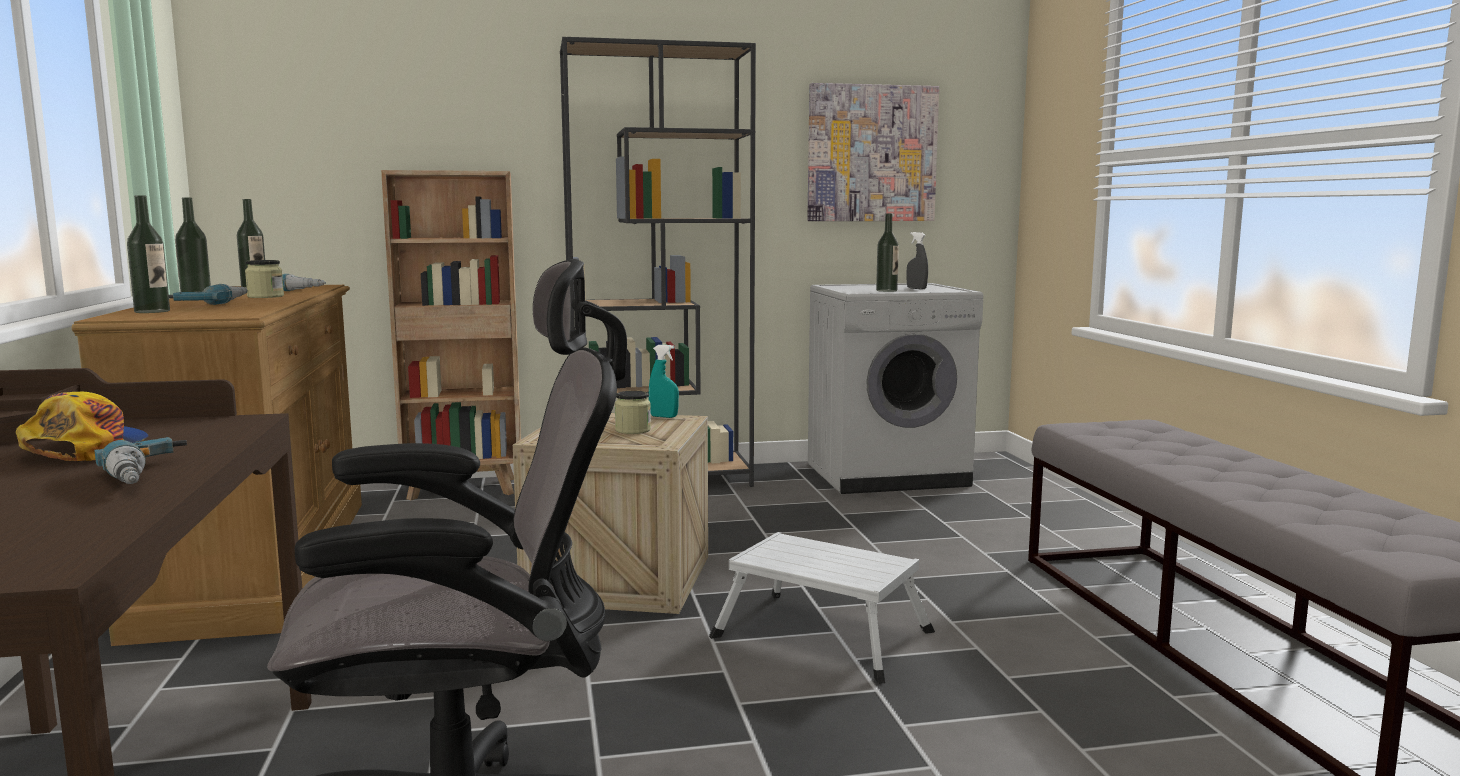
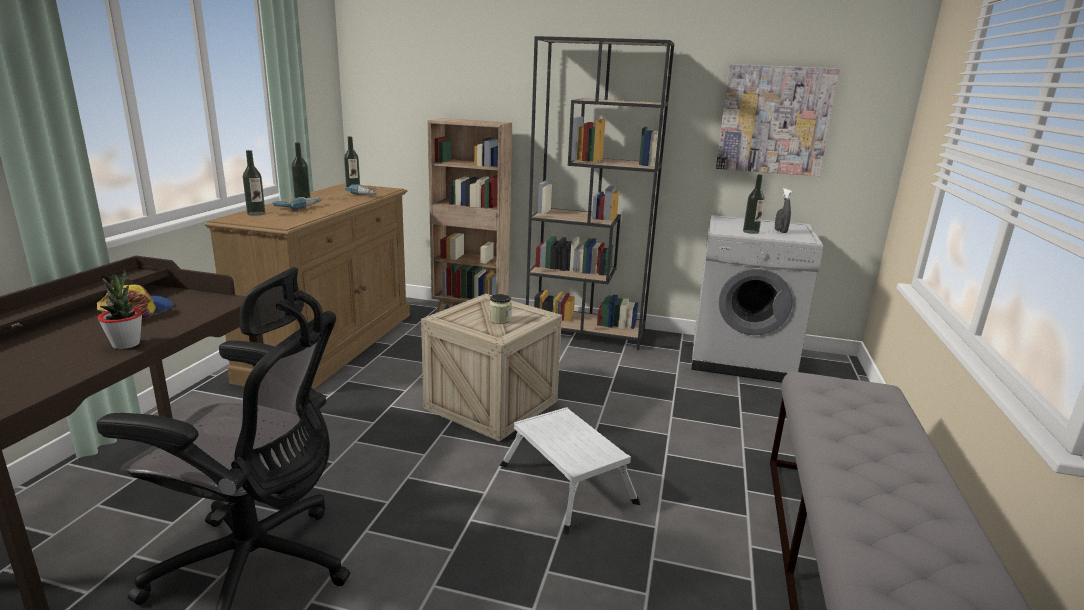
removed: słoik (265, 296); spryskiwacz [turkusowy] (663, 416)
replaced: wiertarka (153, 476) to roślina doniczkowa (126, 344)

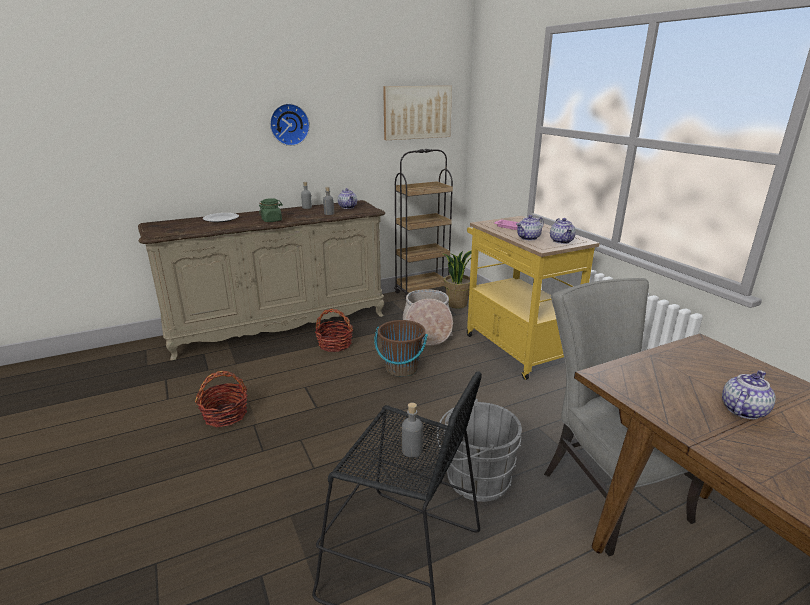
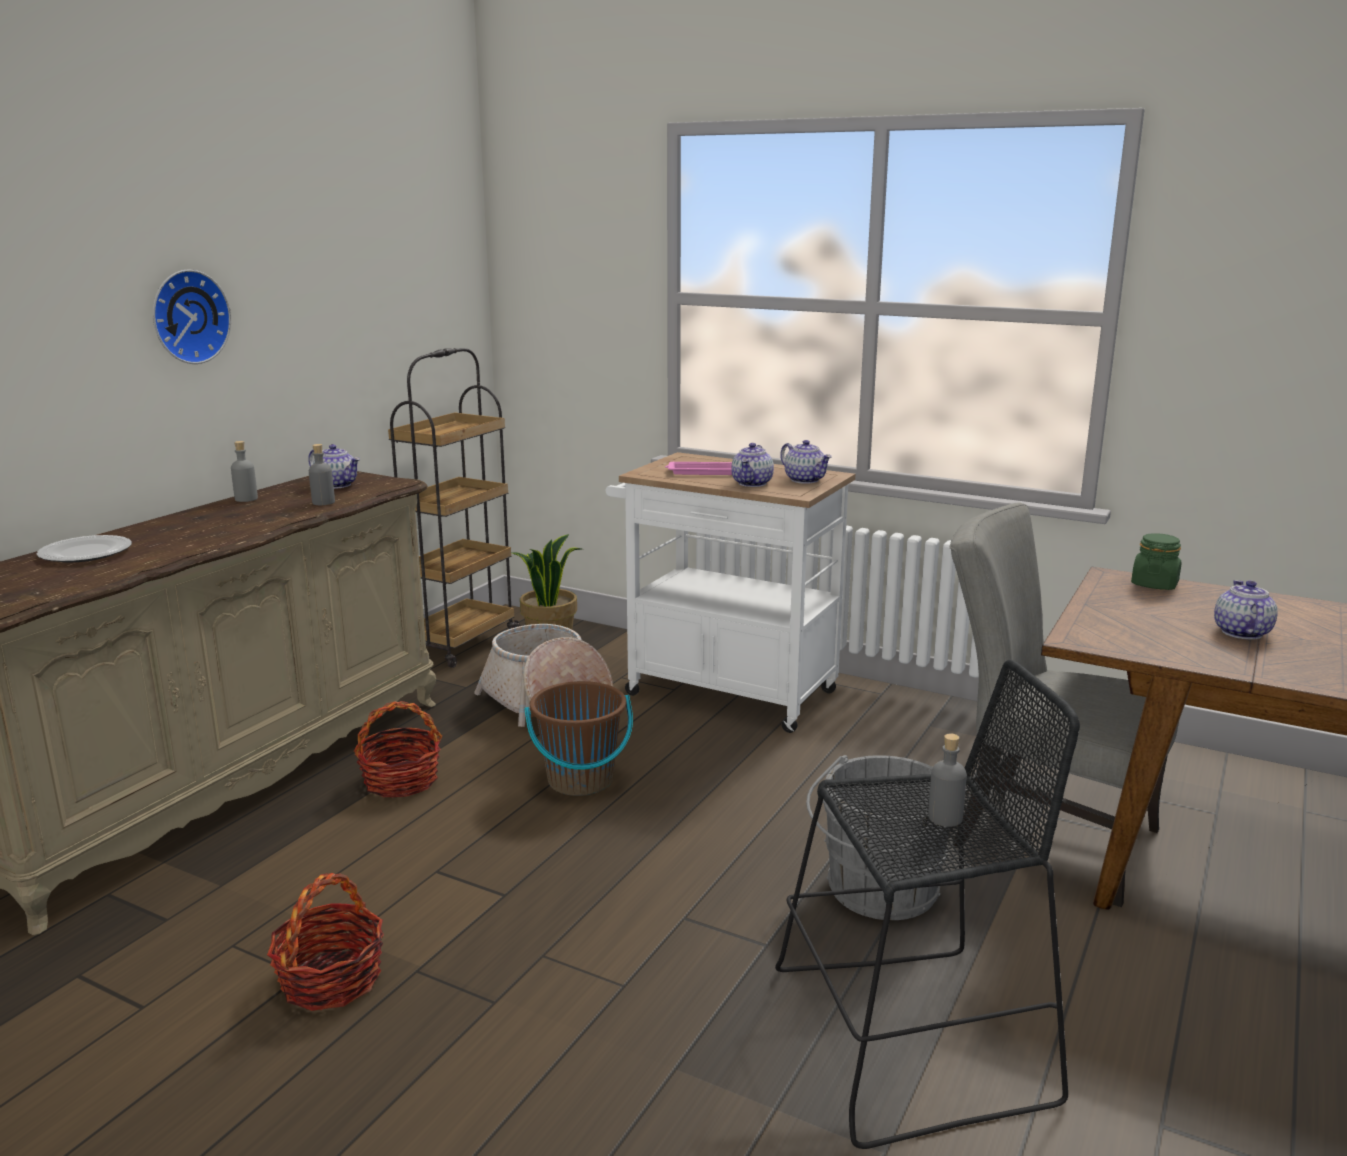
removed: obraz (417, 112)
moved: słoik [zielony] (272, 220) to (1154, 584)
recoloured: wózek [żółty] (515, 348) to wózek [biały] (725, 692)

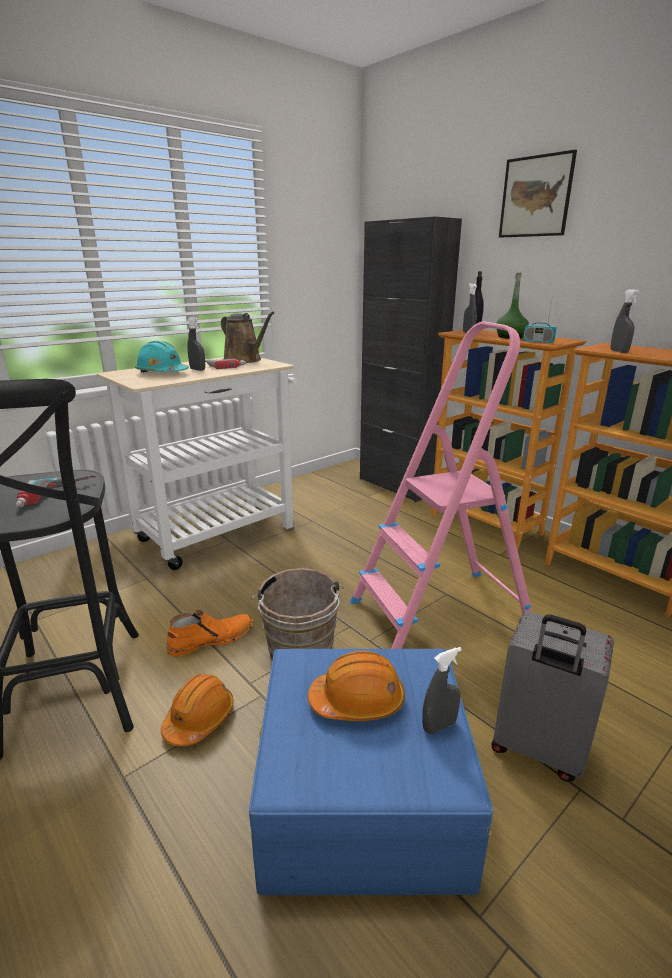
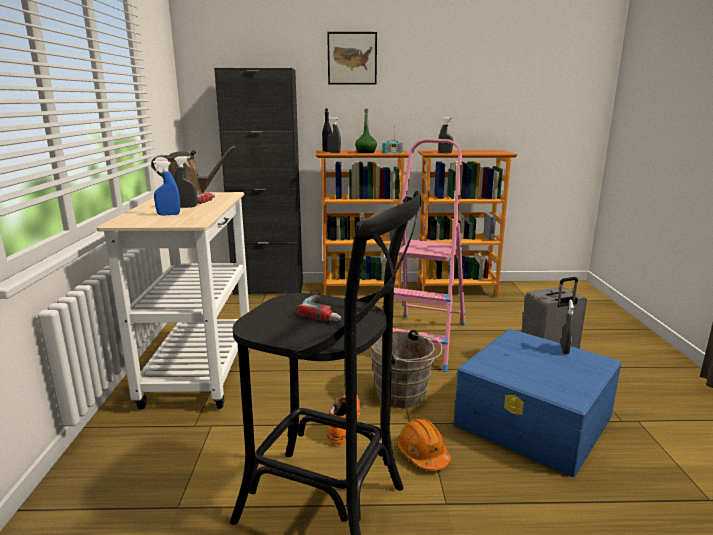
removed: kask [pomarańczowy] (358, 701)
replaced: kask [turkusowy] (162, 373) to spryskiwacz [niebieski] (168, 214)

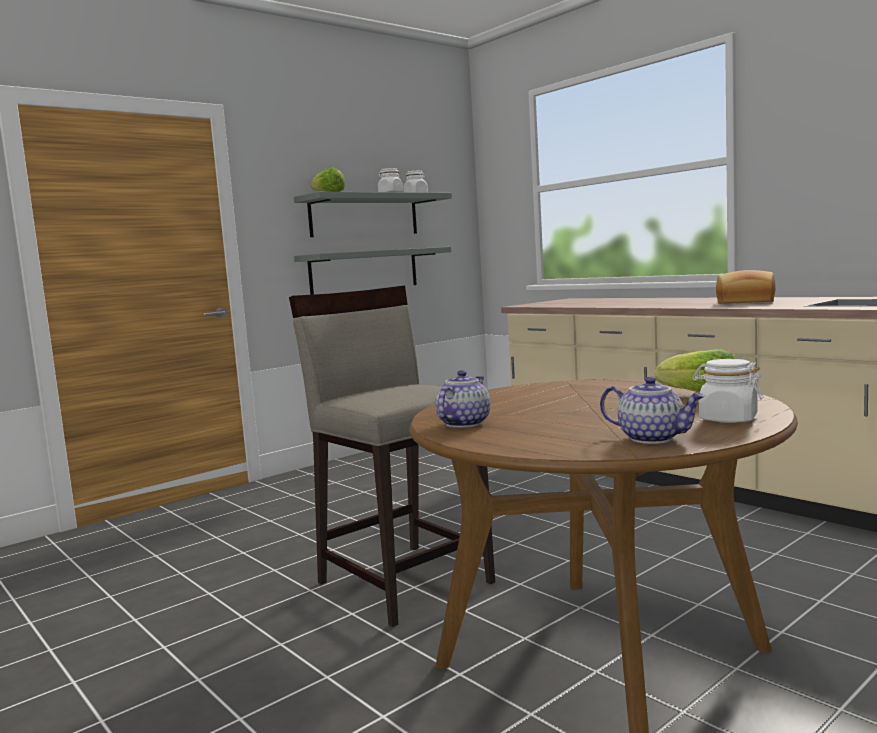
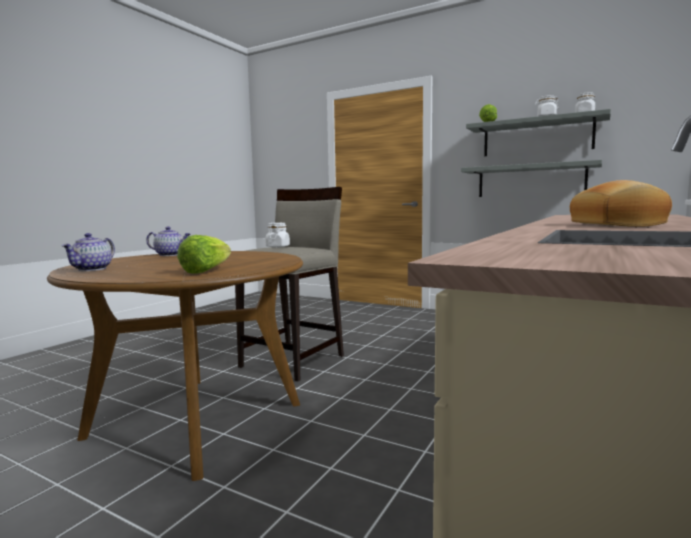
moved: słoik [biały] (727, 419) to (278, 247)

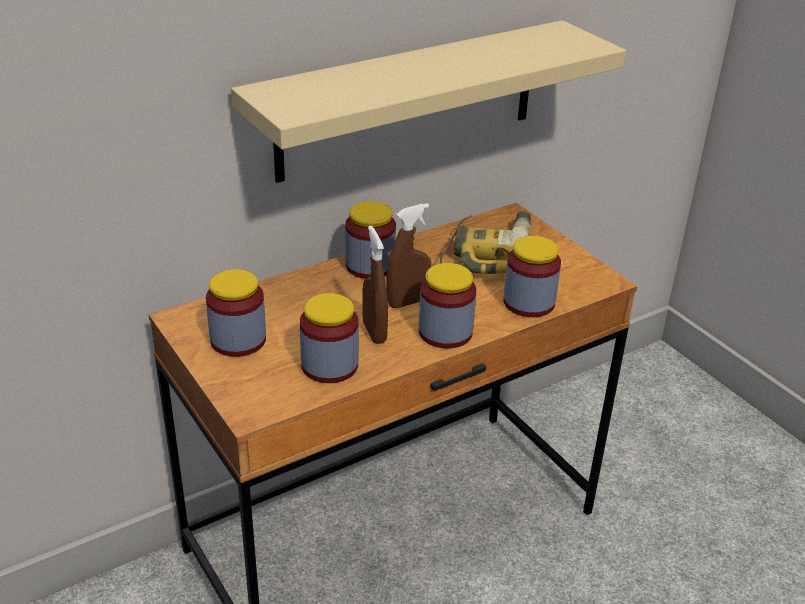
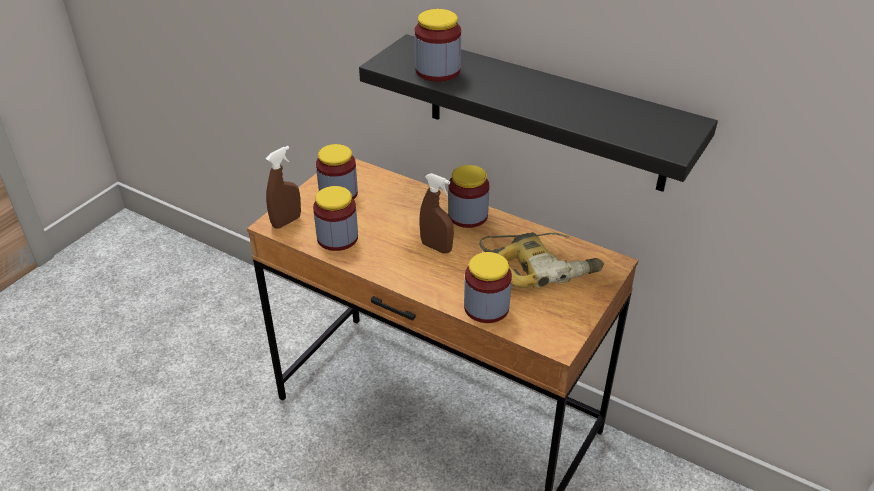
moved: spryskiwacz [brązowy] (374, 332) to (286, 221); słoik (445, 332) to (437, 71)
recoloured: półka [beżowy] (409, 100) to półka [czarny] (545, 113)

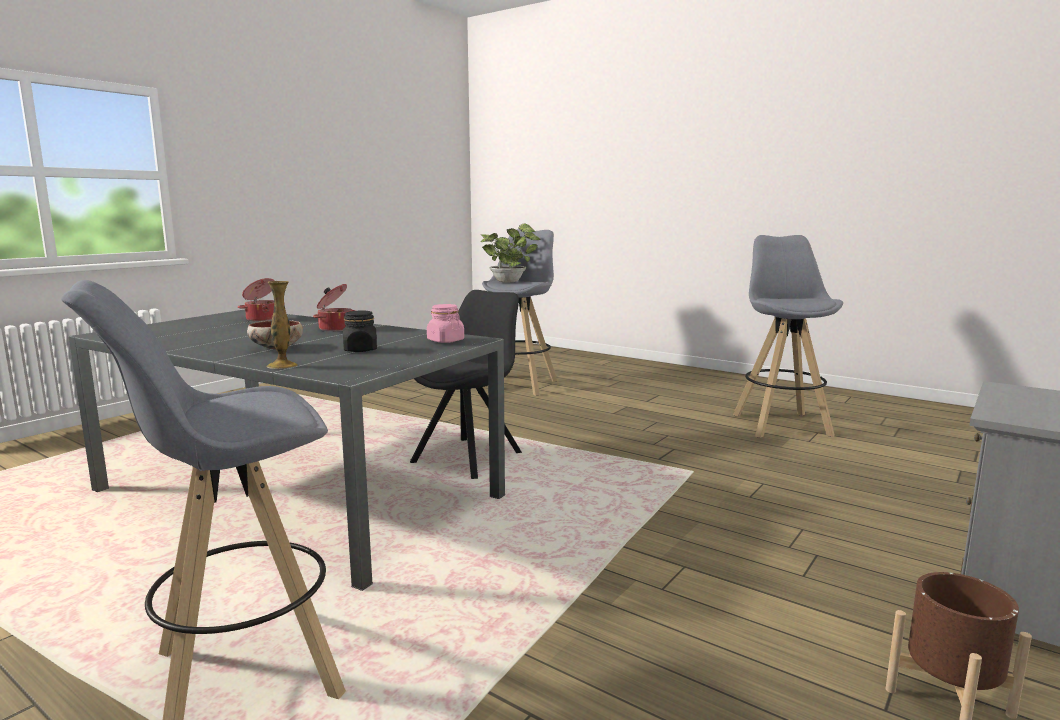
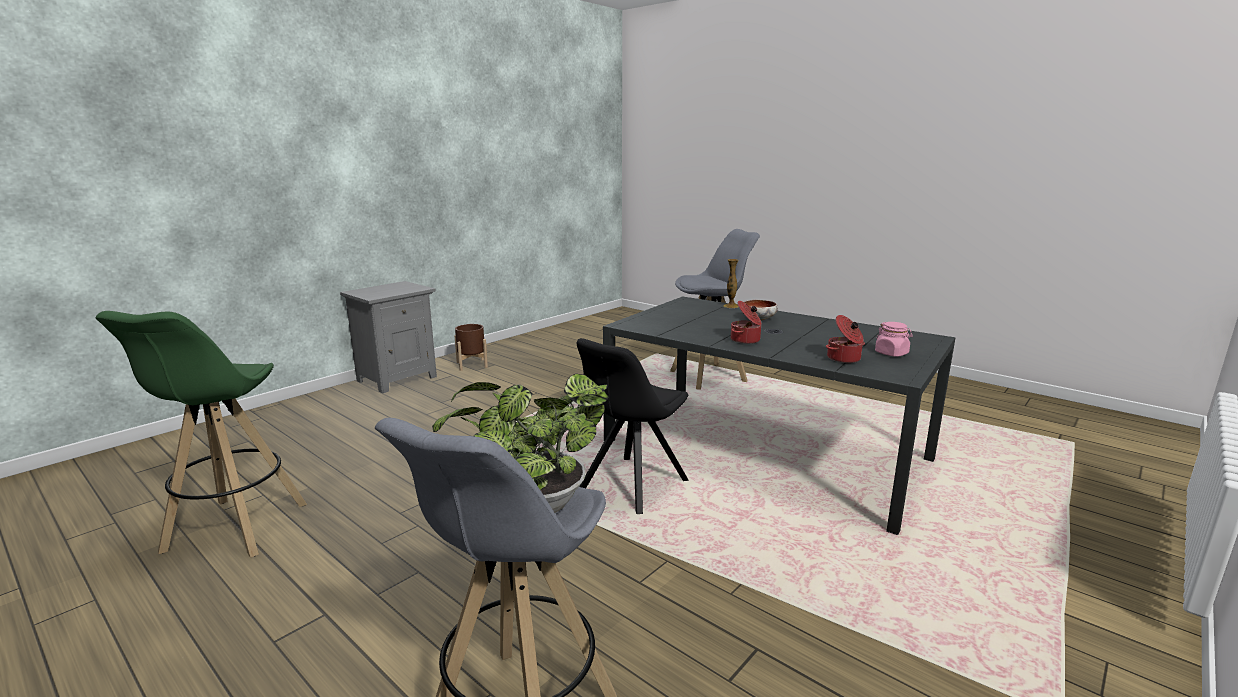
removed: słoik [czarny] (360, 350)
moved: słoik [różowy] (445, 341) to (891, 353)
recoloured: stołek [szary] (780, 424) to stołek [zielony] (233, 529)

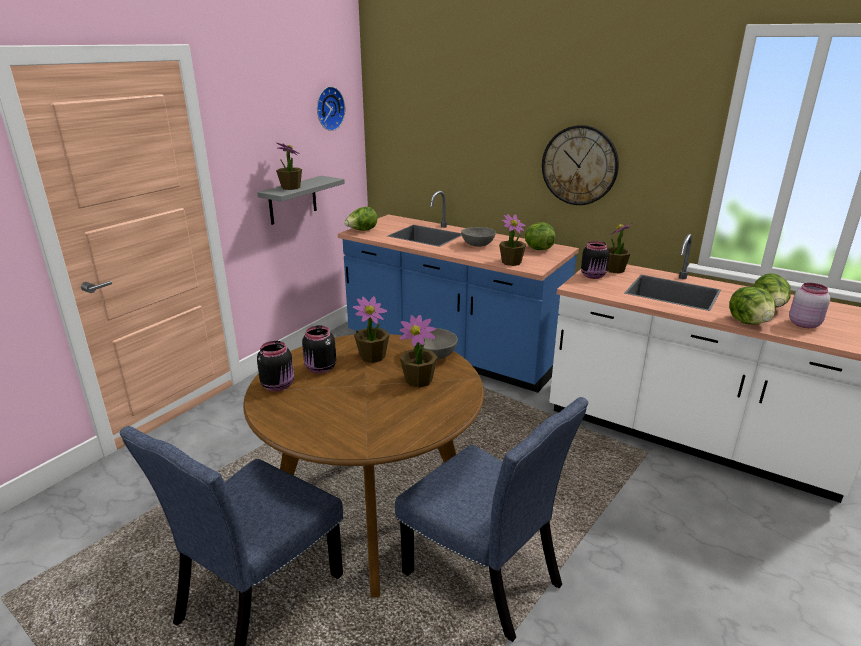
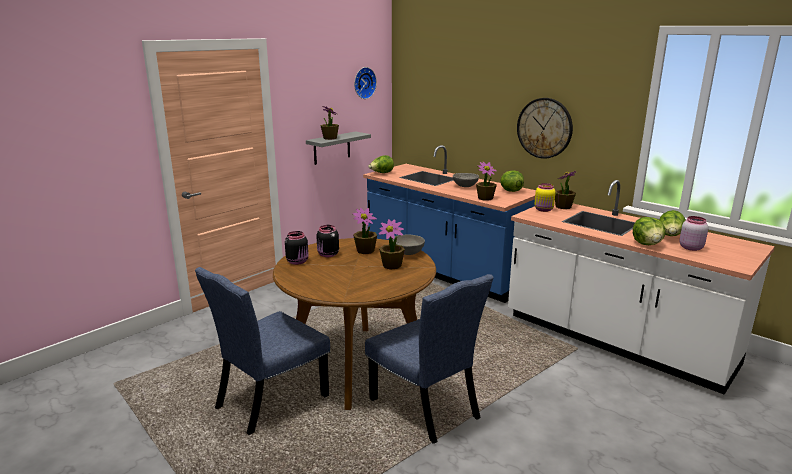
recoloured: słoik [czarny] (593, 276) to słoik [żółty] (544, 210)

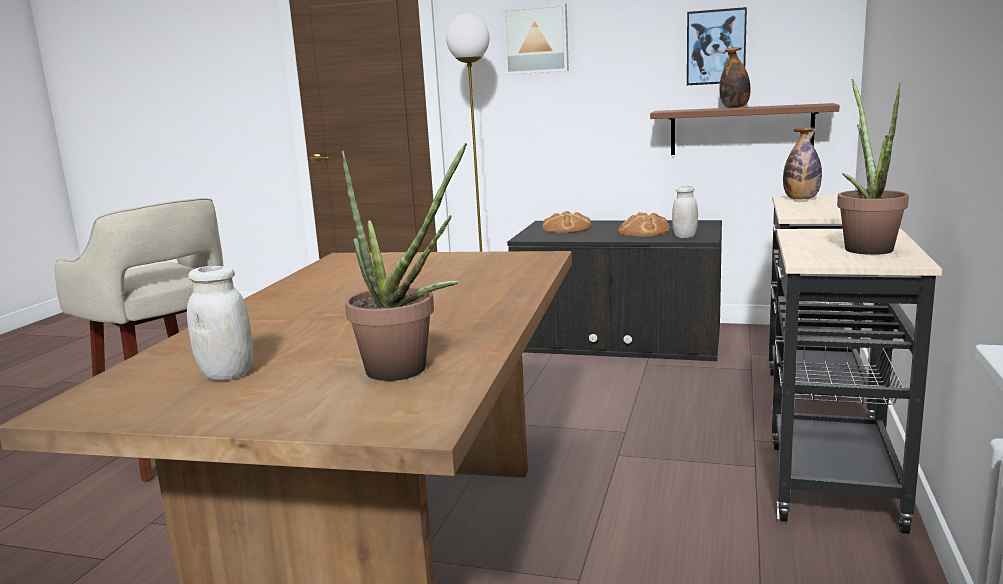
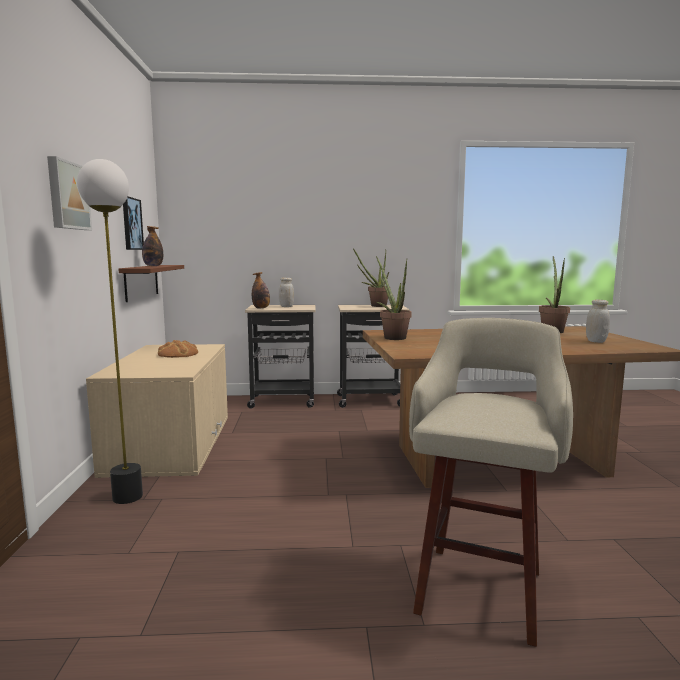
removed: chleb (566, 229)
added: roślina doniczkowa (392, 337)
moved: słoik [biały] (685, 237) to (286, 306)
recoloured: szafka [czarny] (620, 338) to szafka [beżowy] (171, 443)

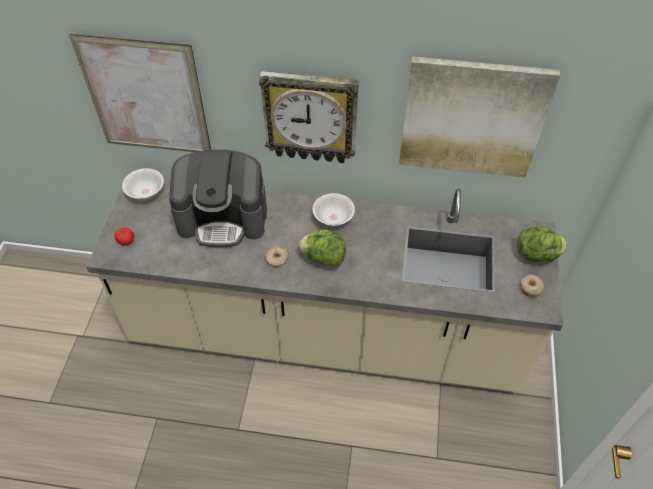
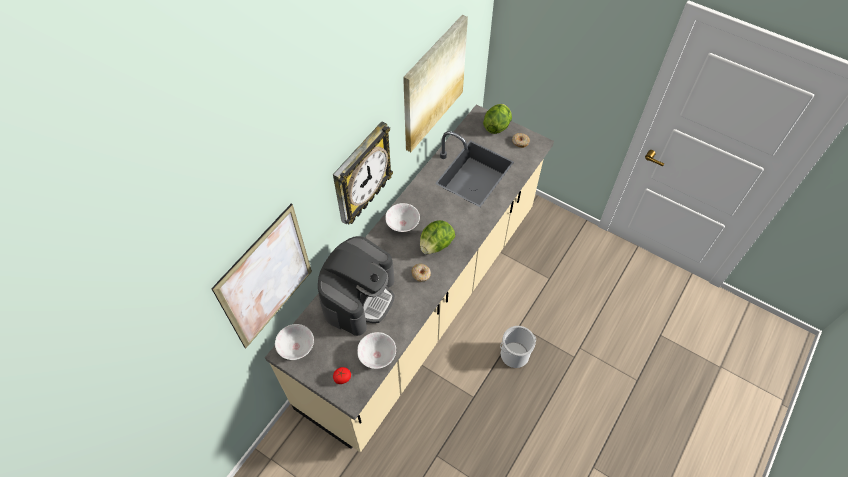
added: miska [biały] (377, 355); wiadro (515, 354)

